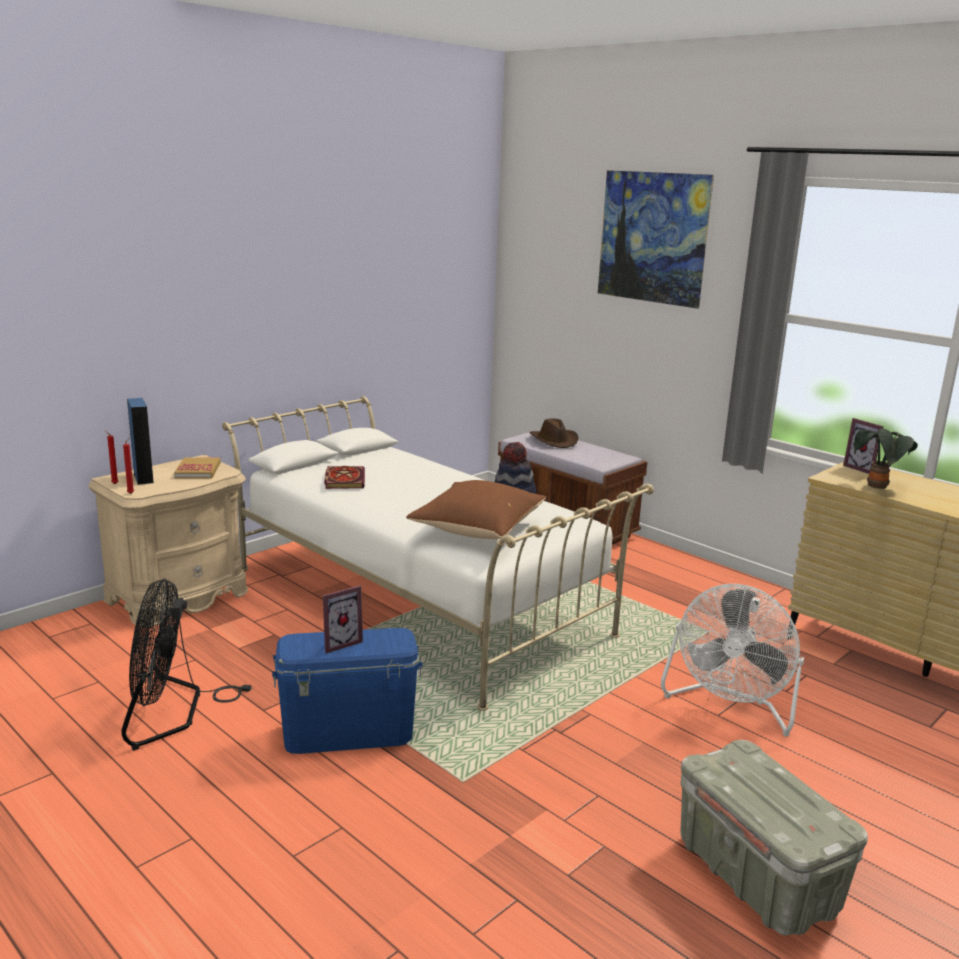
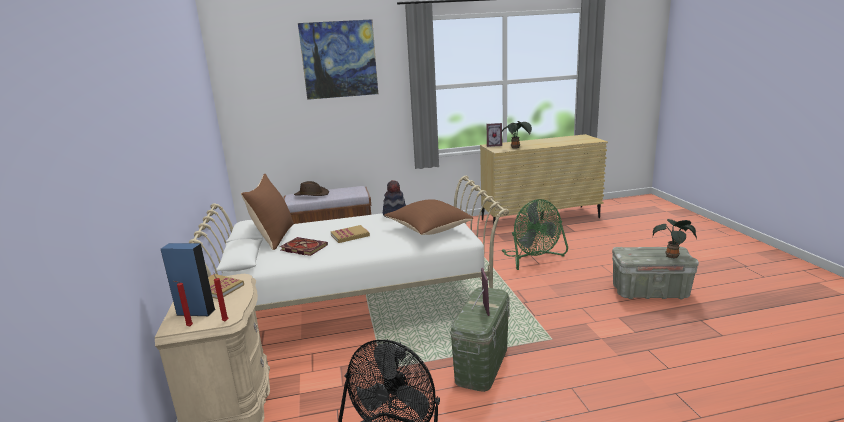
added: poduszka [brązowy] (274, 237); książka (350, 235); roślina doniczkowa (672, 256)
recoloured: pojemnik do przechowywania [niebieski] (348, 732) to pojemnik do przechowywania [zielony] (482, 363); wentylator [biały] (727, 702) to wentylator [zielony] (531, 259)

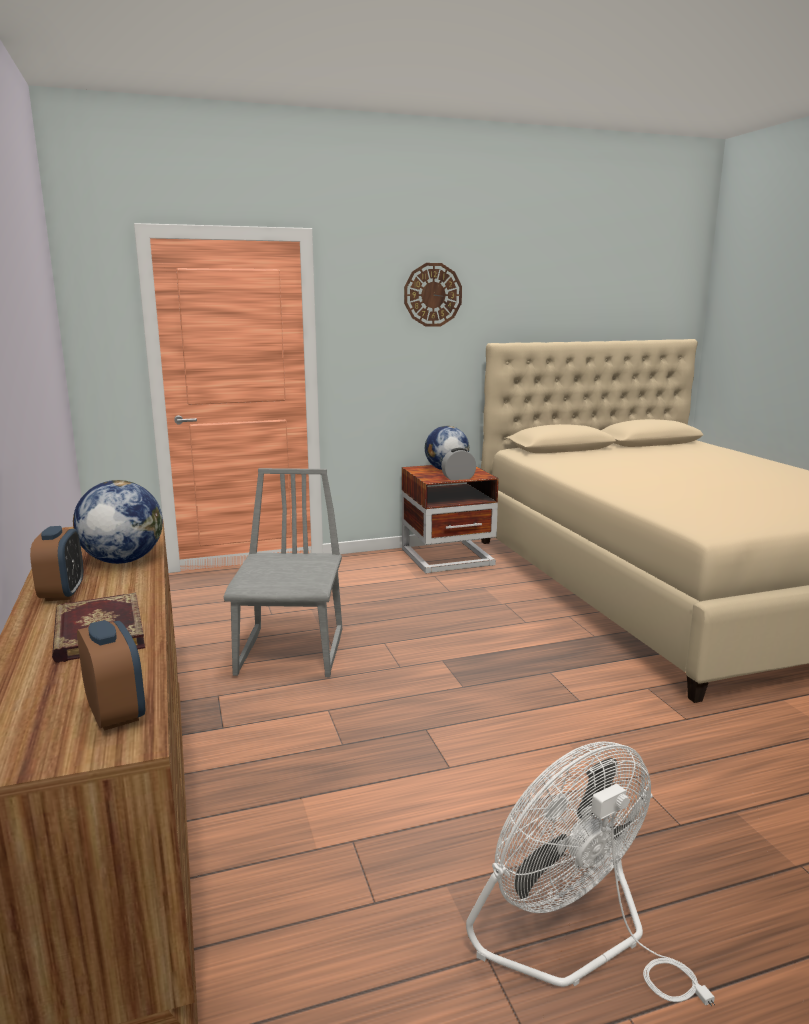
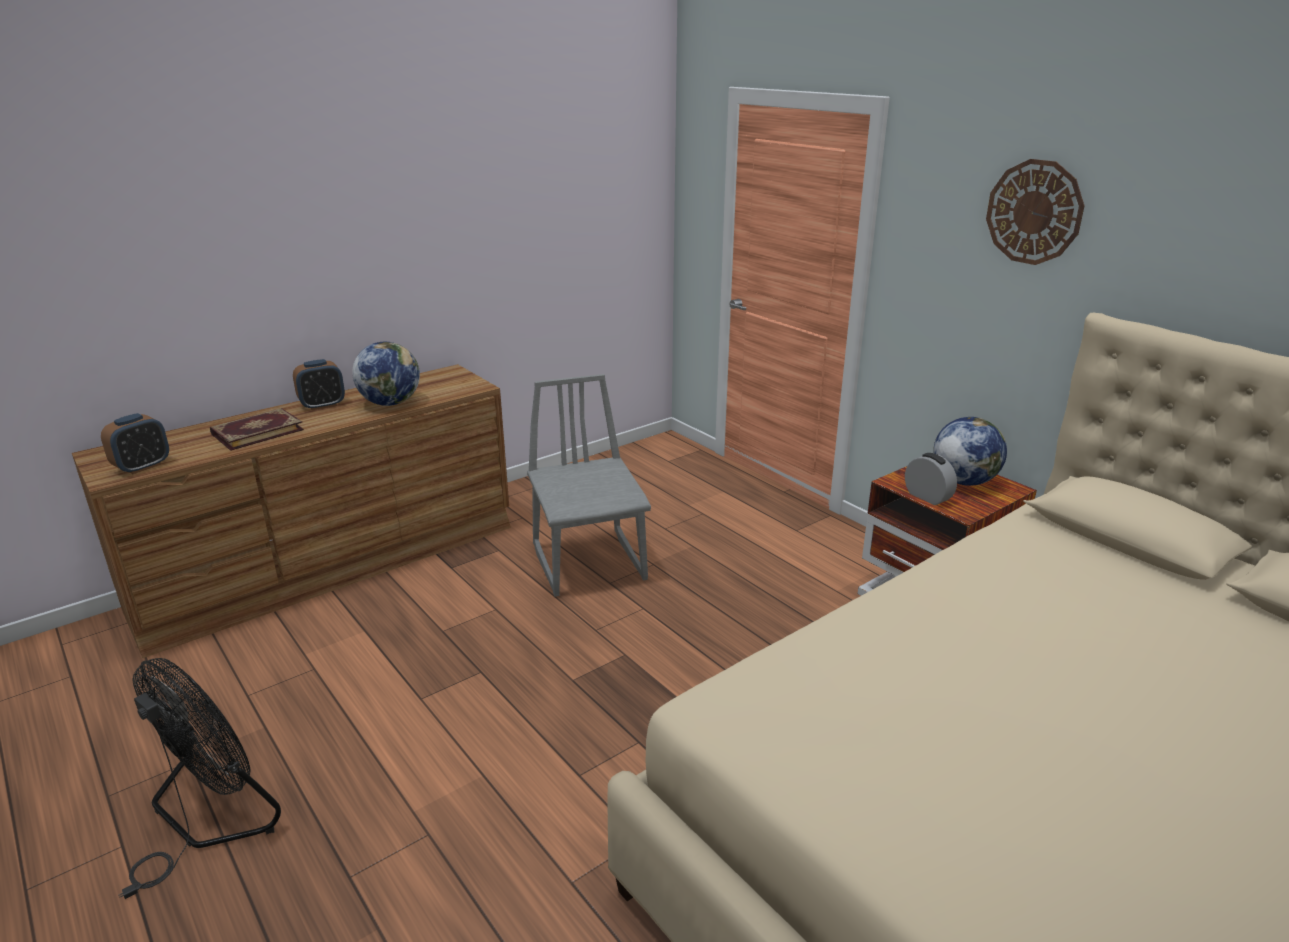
recoloured: wentylator [biały] (587, 939) to wentylator [czarny] (200, 815)
turned: krzesło [szary] (292, 653) = (590, 562) 90 degrees counterclockwise

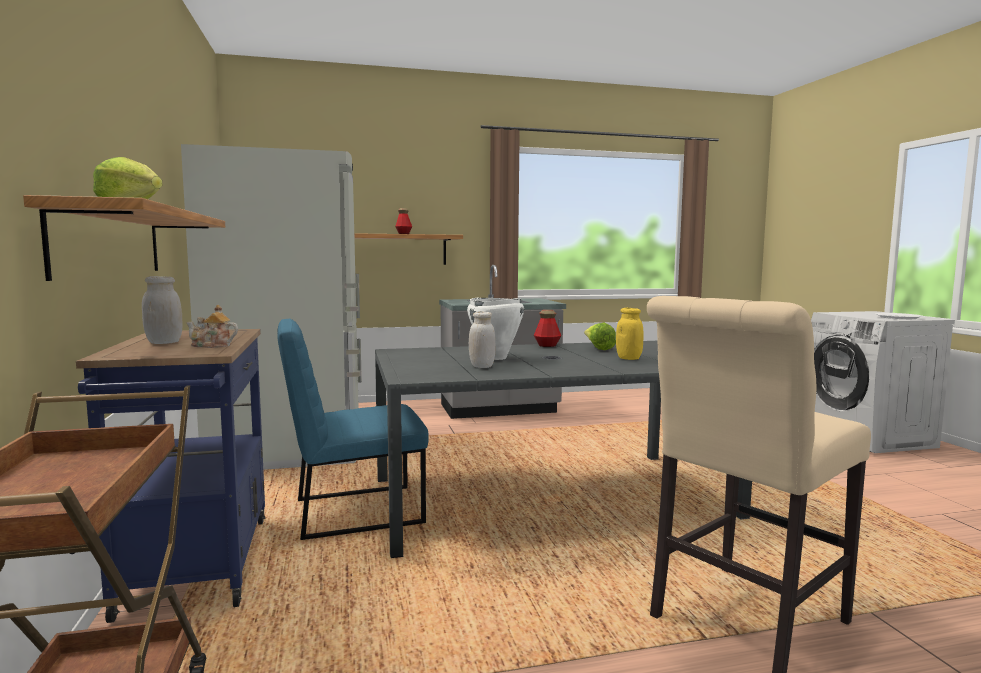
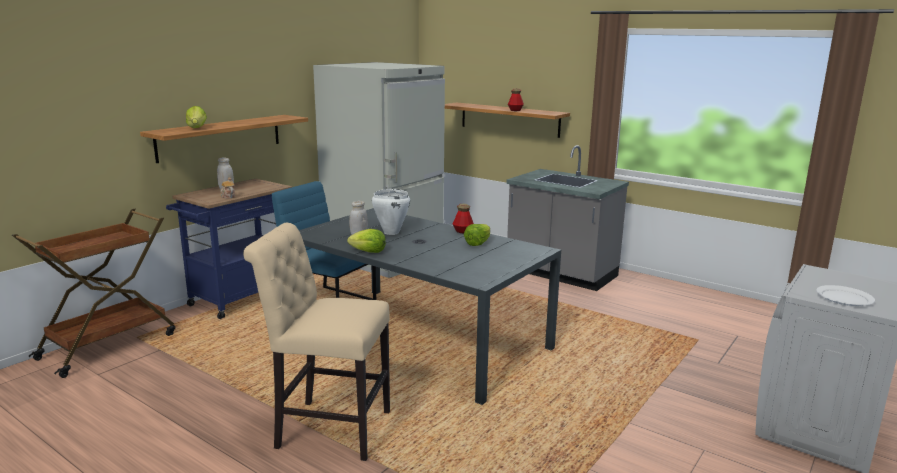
removed: słoik [żółty] (629, 358)
added: sałata (368, 252)

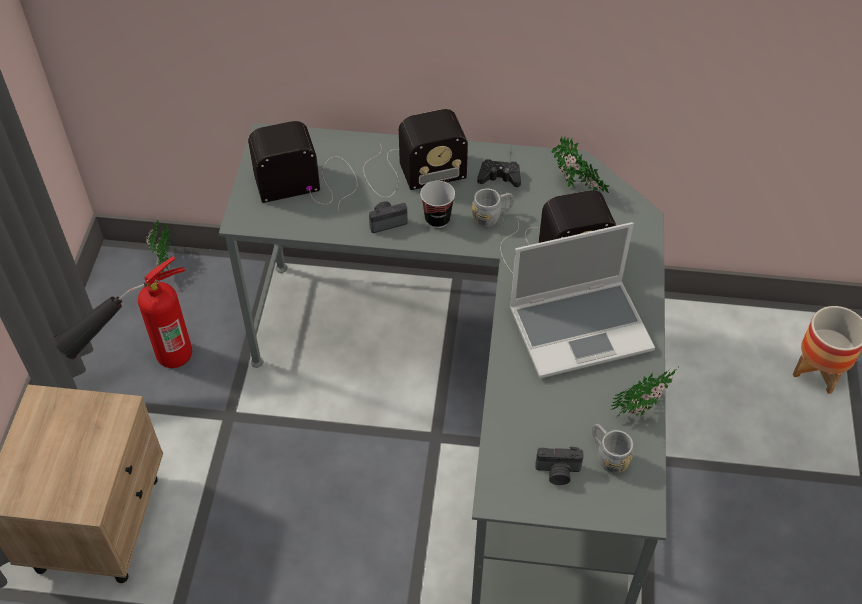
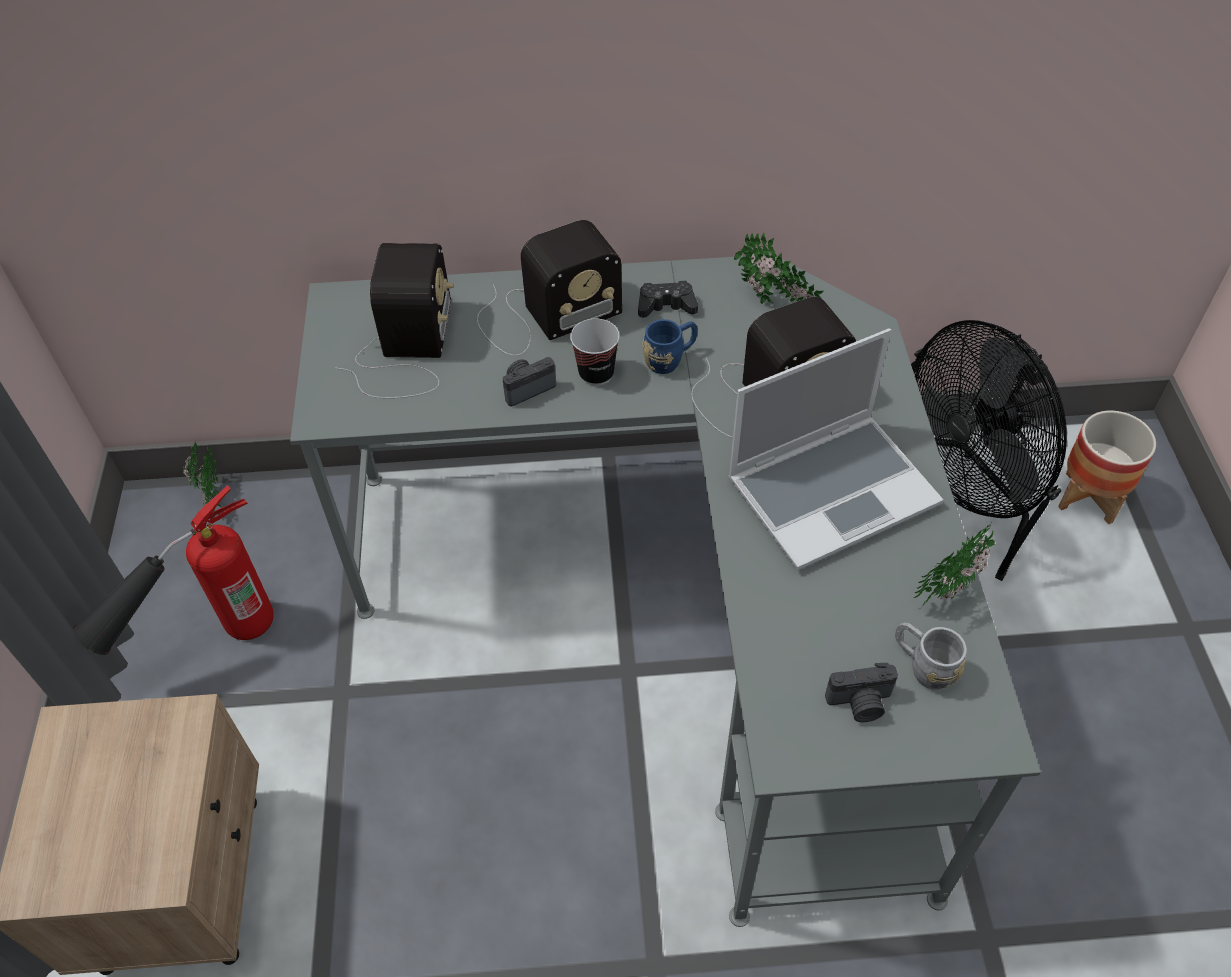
added: wentylator [czarny] (966, 487)
recoloured: kubek [szary] (492, 217) to kubek [niebieski] (670, 359)
turned: radio (309, 182) = (406, 350) 120 degrees clockwise

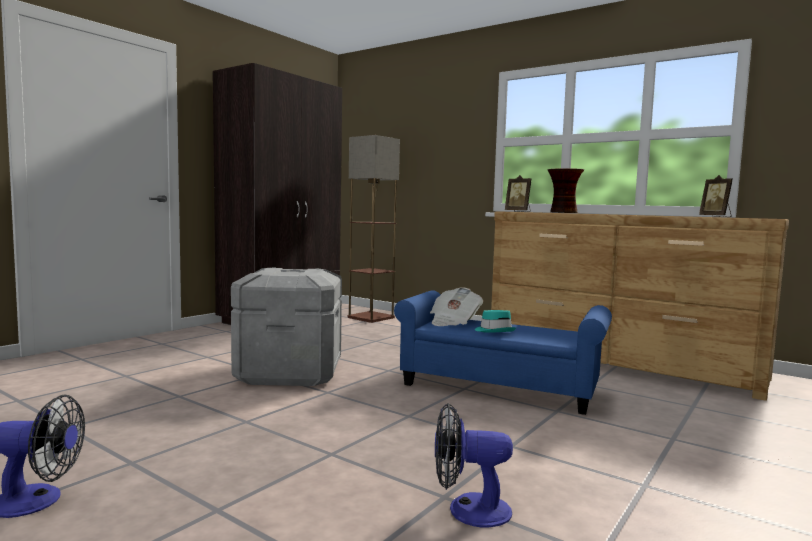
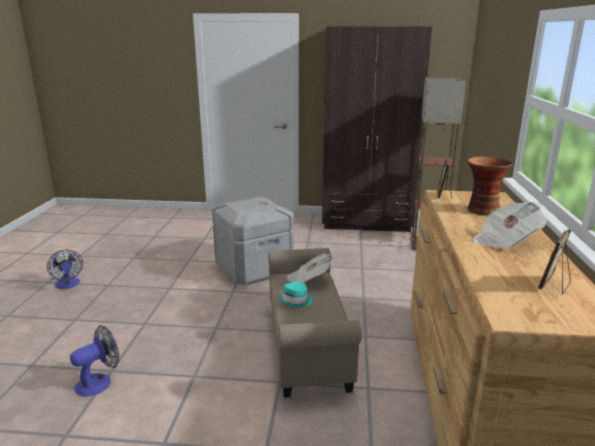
added: gazeta (505, 241)
recoloured: pufa [niebieski] (499, 387) to pufa [beżowy] (307, 345)
turned: wentylator (468, 510) = (99, 382) 75 degrees clockwise

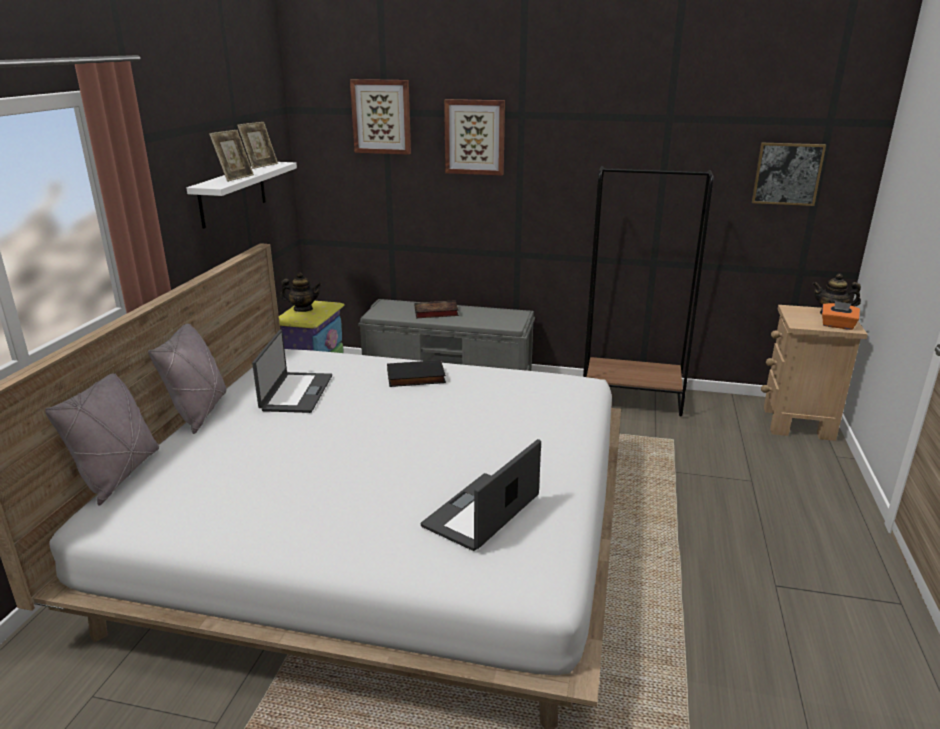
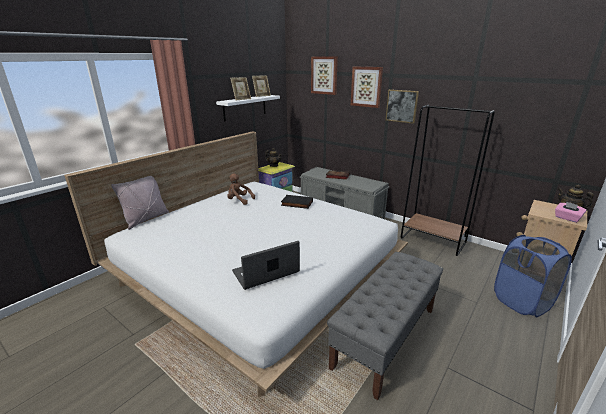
removed: poduszka [fioletowy] (200, 412)
added: ławka [szary] (385, 337); kosz na pranie [niebieski] (521, 302)
moved: obraz (787, 174) to (401, 106)
replaced: laptop (295, 393) to pluszak [brązowy] (239, 200)
recoloured: pudełko chusteczek [pomarańczowy] (837, 325) to pudełko chusteczek [różowy] (567, 218)

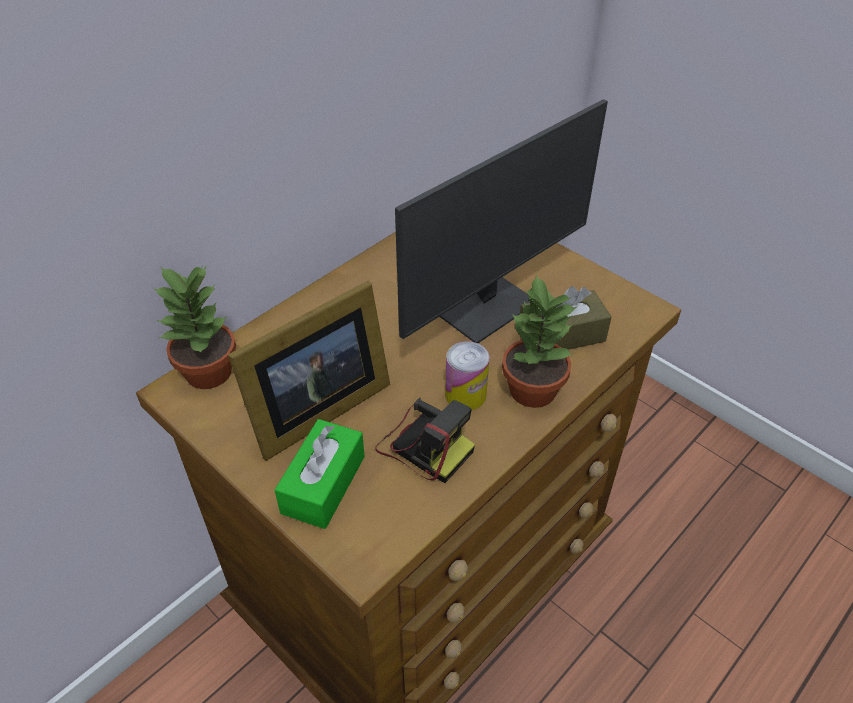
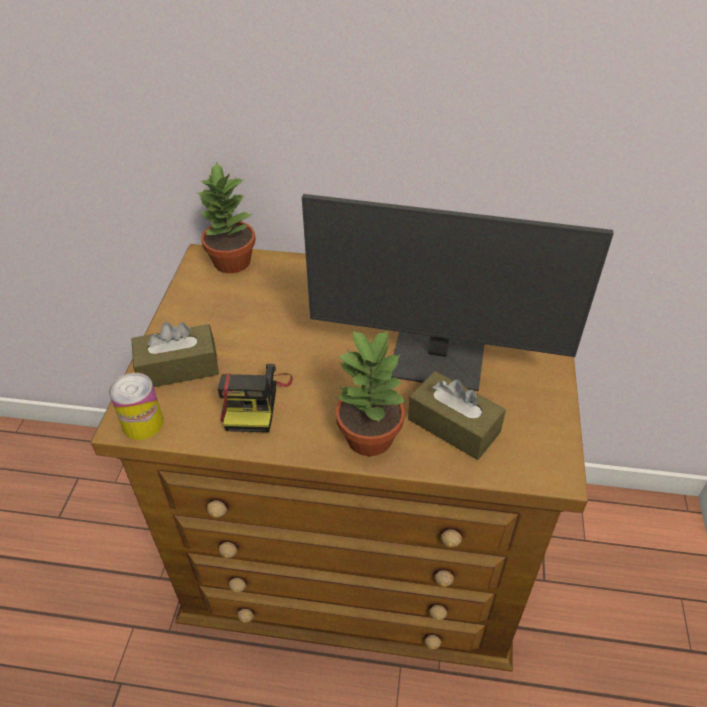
removed: ramka na zdjęcie (313, 410)
moved: puszka (465, 394) to (143, 423)
recoloured: pudełko chusteczek [zielony] (323, 484) to pudełko chusteczek [brązowy] (178, 368)

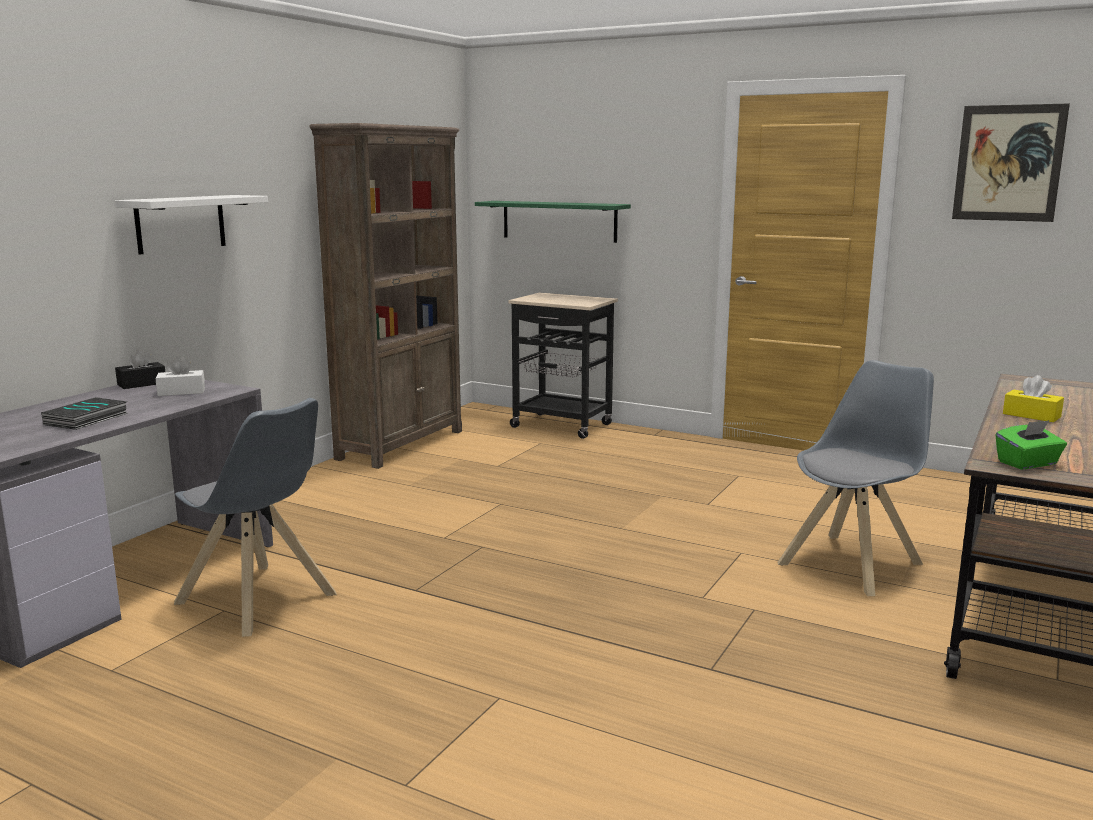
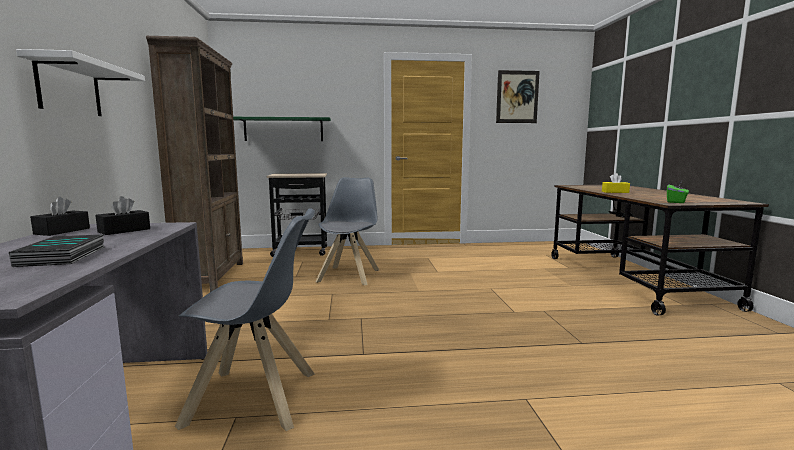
moved: krzesło [szary] (852, 563) to (349, 275)
recoloured: pudełko chusteczek [biały] (181, 392) to pudełko chusteczek [czarny] (124, 230)

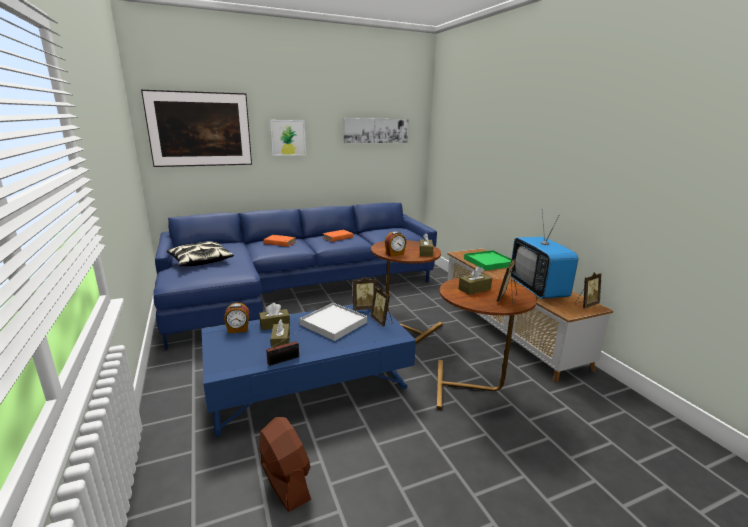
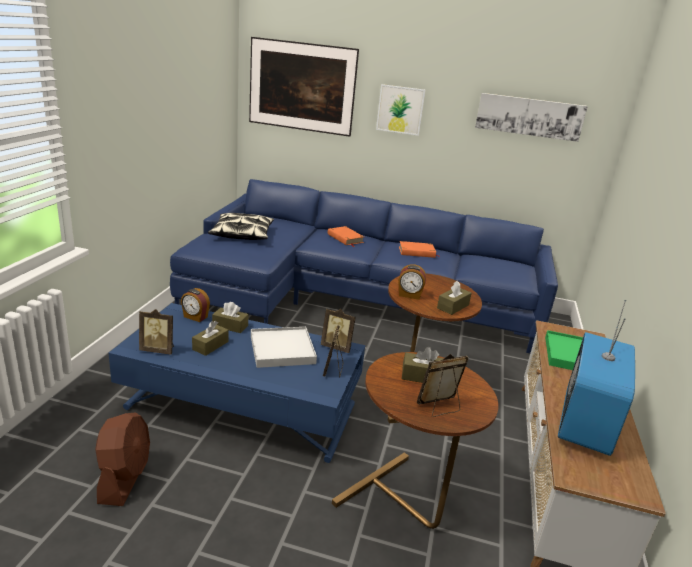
removed: radio (285, 360)
moved: ramka na zdjęcie (586, 305) to (158, 350)

